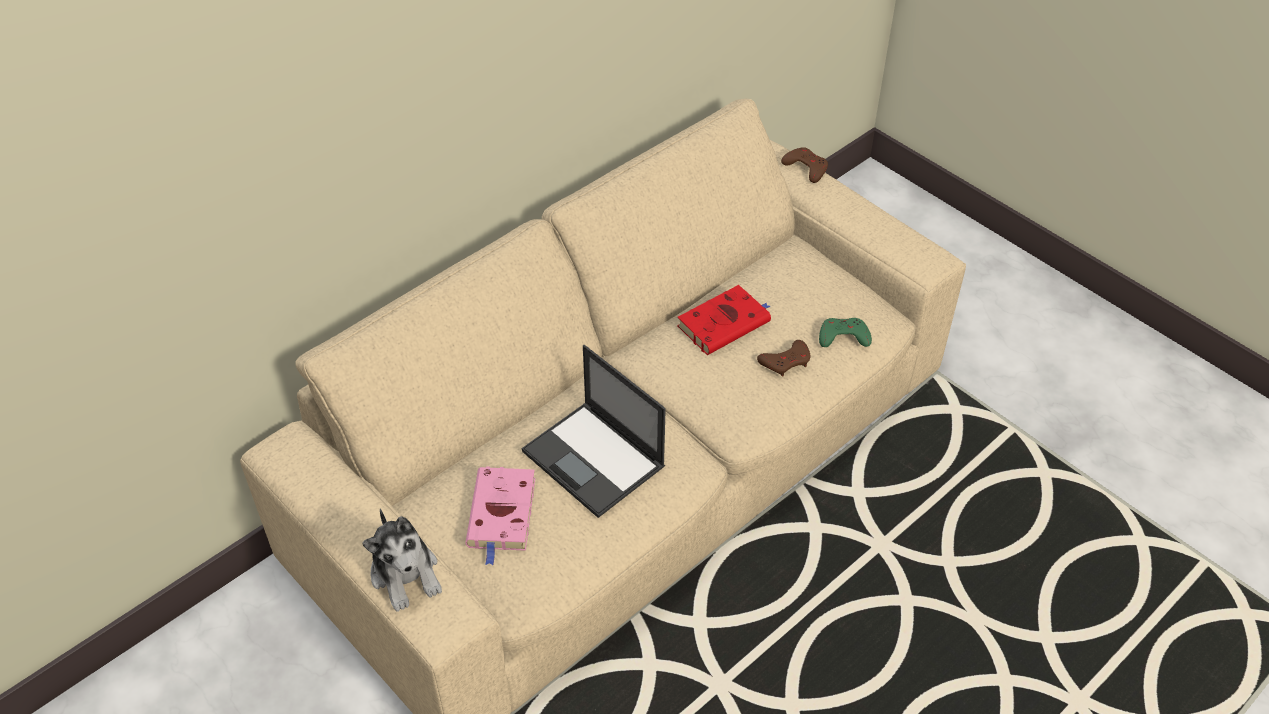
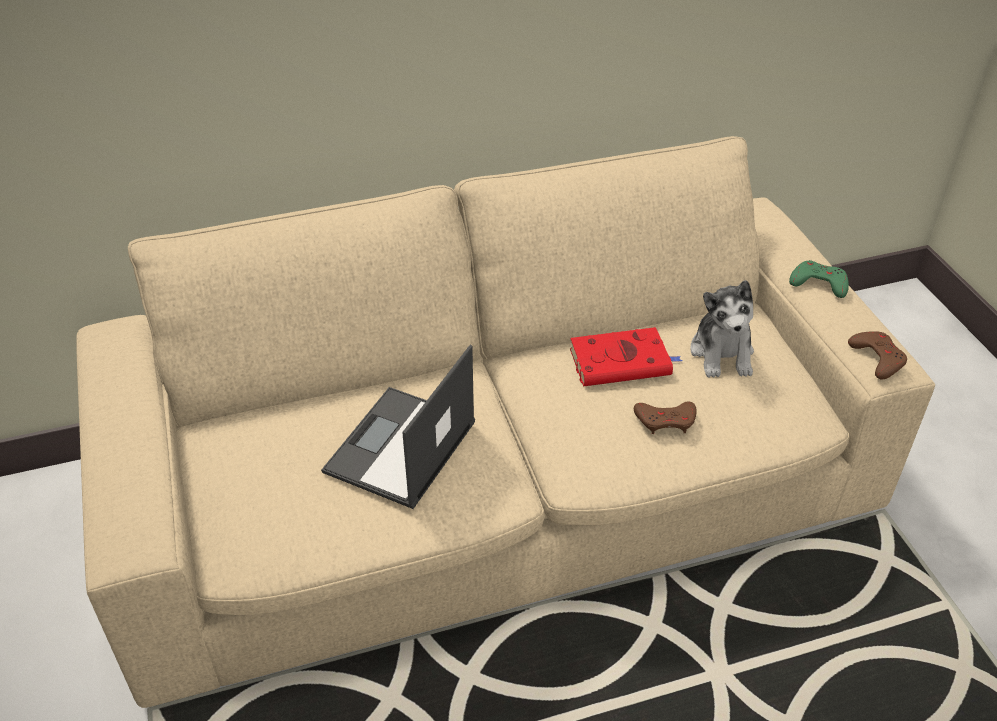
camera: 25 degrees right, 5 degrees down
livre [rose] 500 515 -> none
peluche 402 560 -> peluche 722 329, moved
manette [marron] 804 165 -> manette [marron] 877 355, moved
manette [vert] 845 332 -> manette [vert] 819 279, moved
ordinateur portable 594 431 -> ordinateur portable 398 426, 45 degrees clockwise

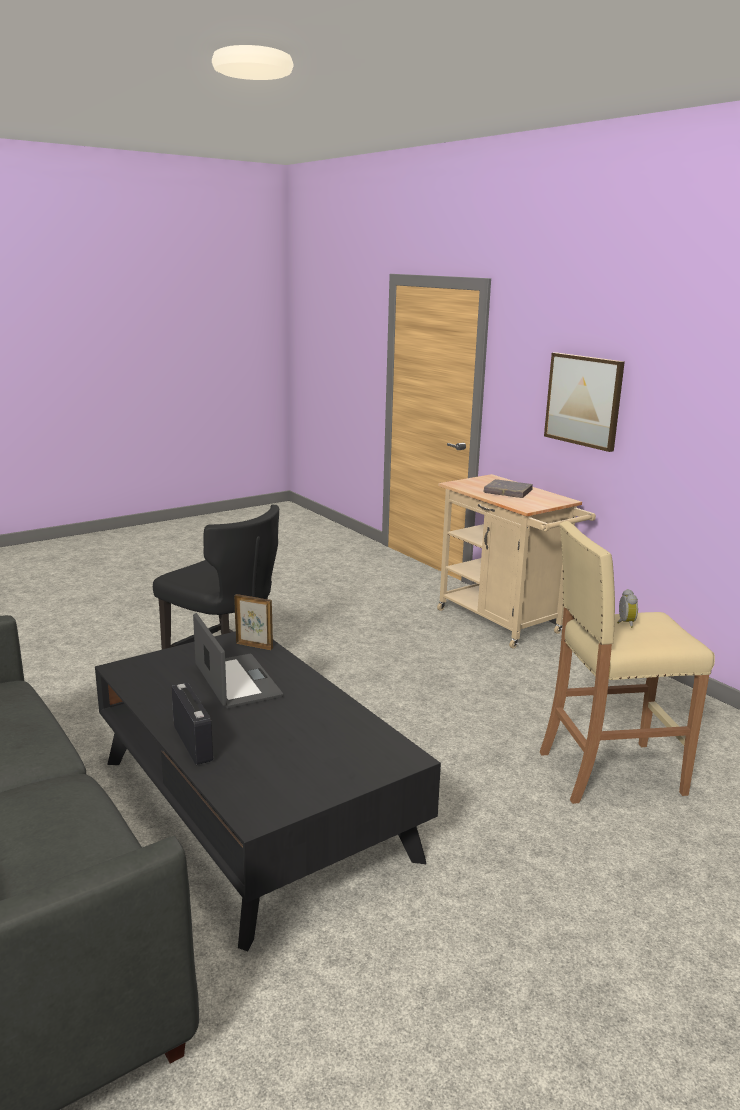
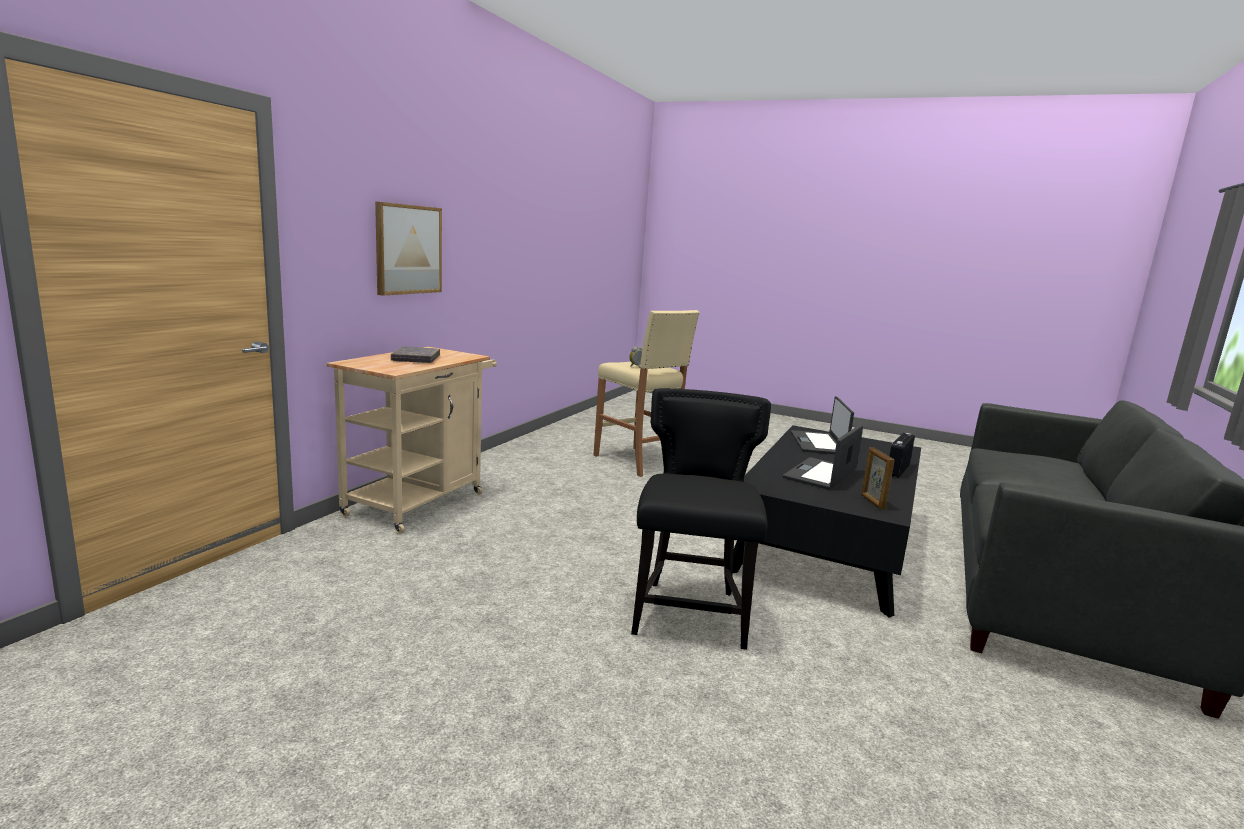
camera: 120 degrees left, 5 degrees down
none -> ordinateur portable 822 425
cadre photo 253 622 -> cadre photo 878 478, moved

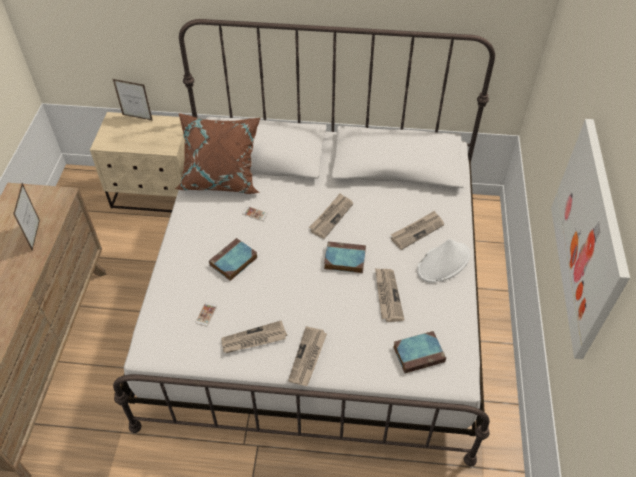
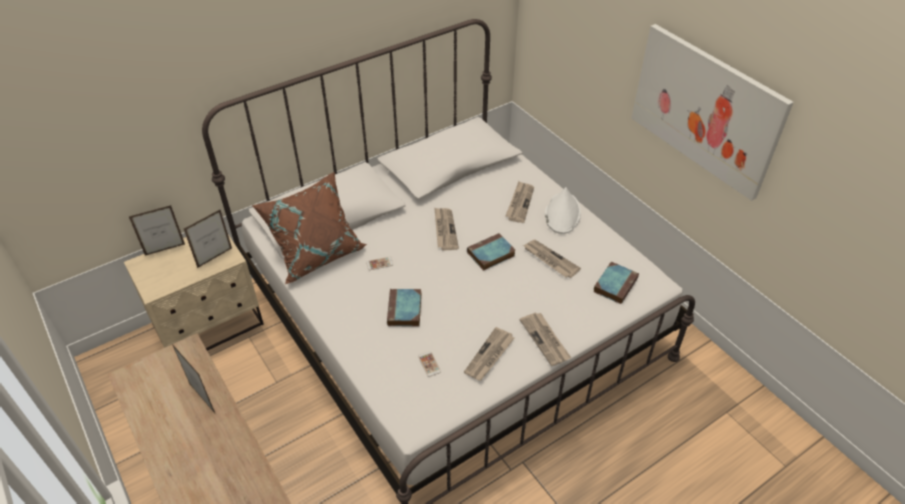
camera: 40 degrees left, 5 degrees down
none -> cadre photo 208 238

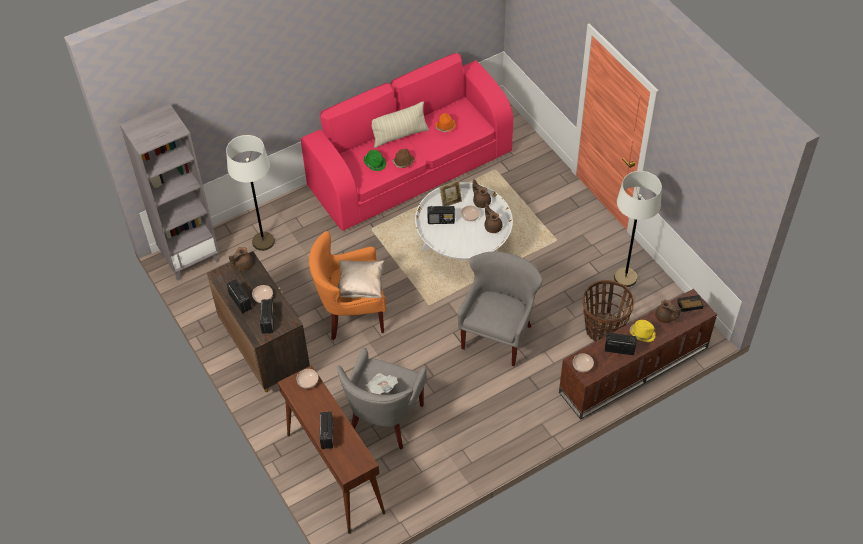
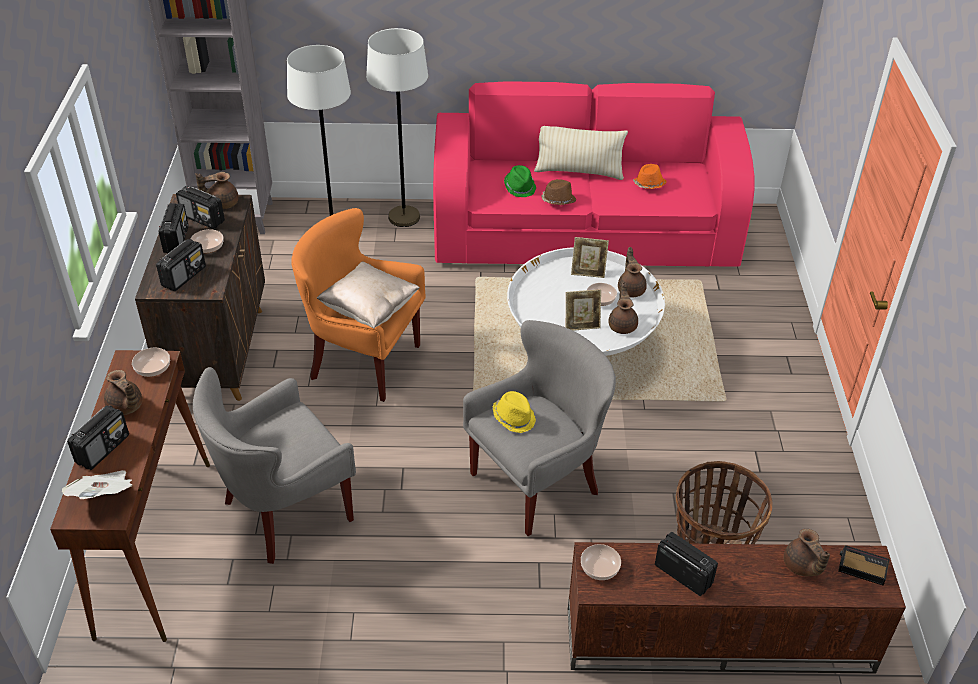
camera: 30 degrees right, 10 degrees down
none -> théière [marron] 123 392
none -> cadre photo 583 310
journal 381 383 -> journal 97 484, moved
radio 441 215 -> radio 200 207, moved
lampadaire [blanc] 638 229 -> lampadaire [blanc] 397 127, moved
chapeau [jaune] 643 331 -> chapeau [jaune] 514 412, moved

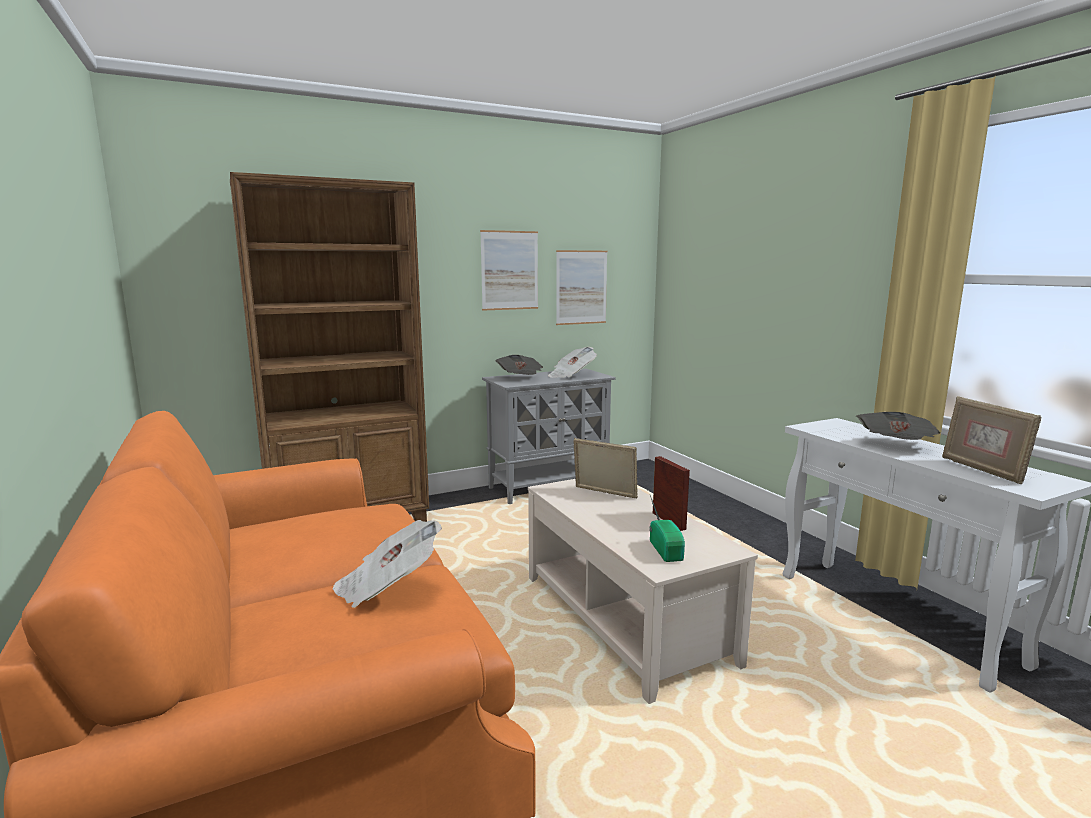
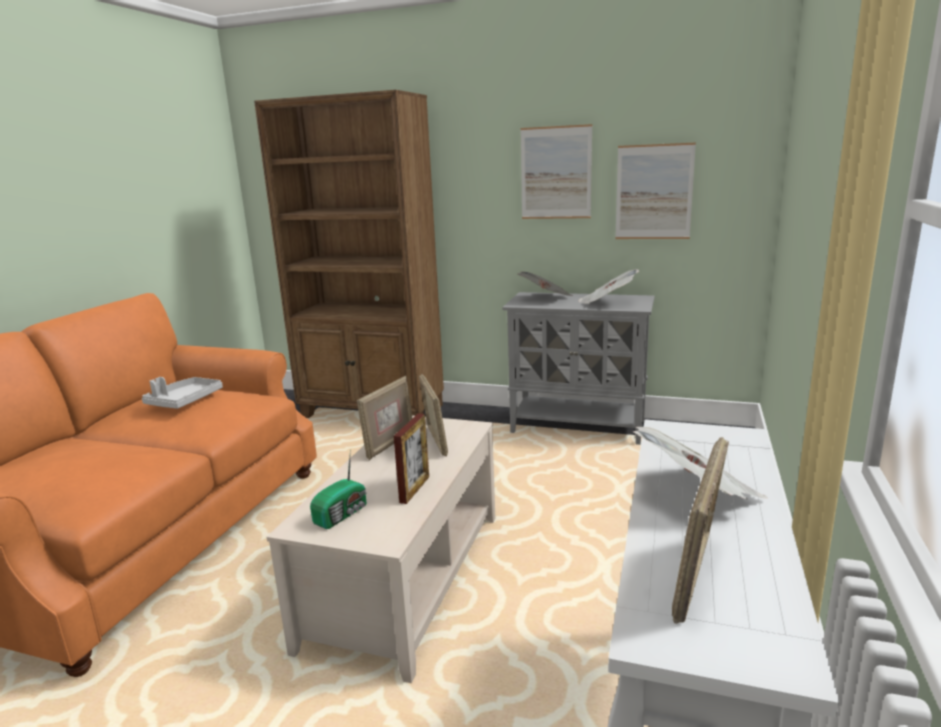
camera: 45 degrees right, 5 degrees up
journal 387 564 -> none
none -> plateau [gris] 182 393
none -> cadre photo 384 417

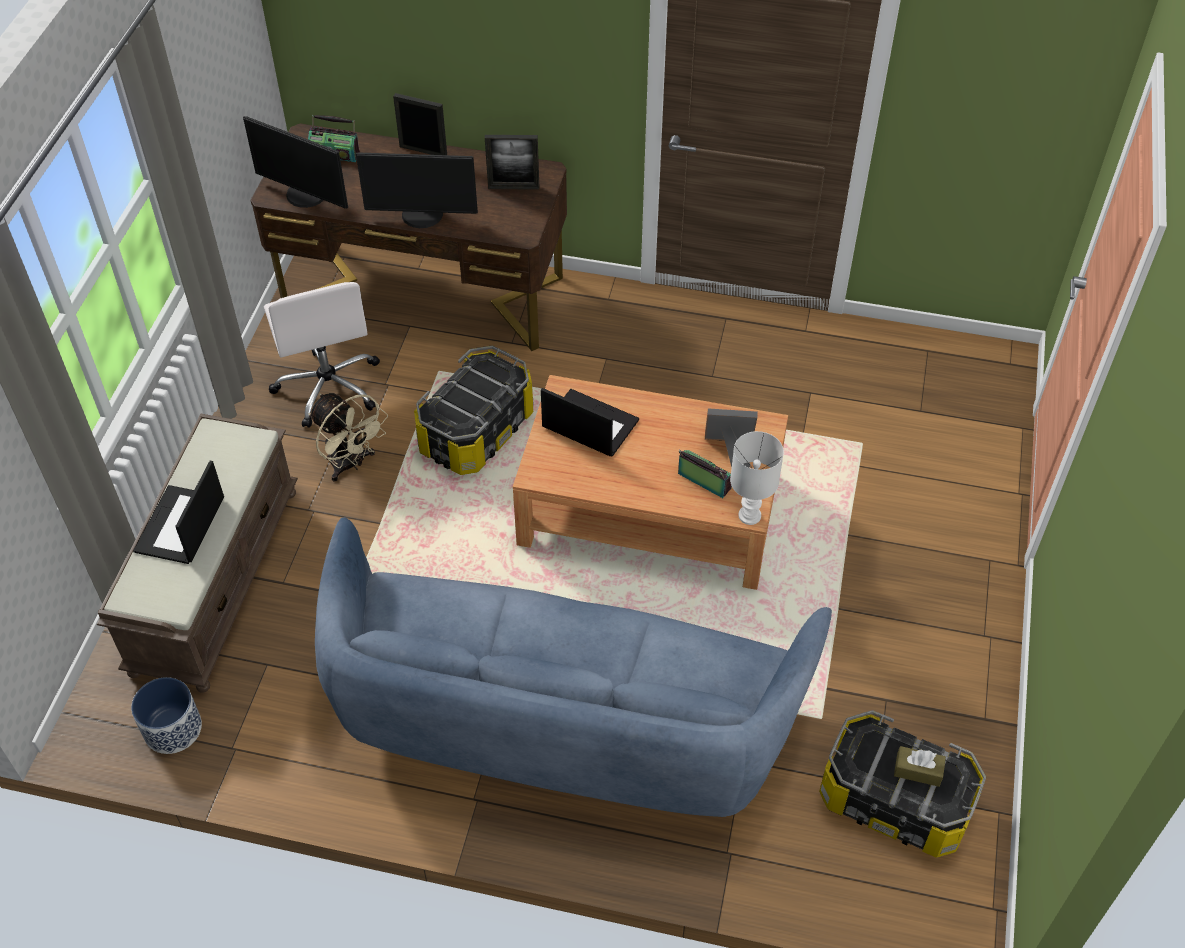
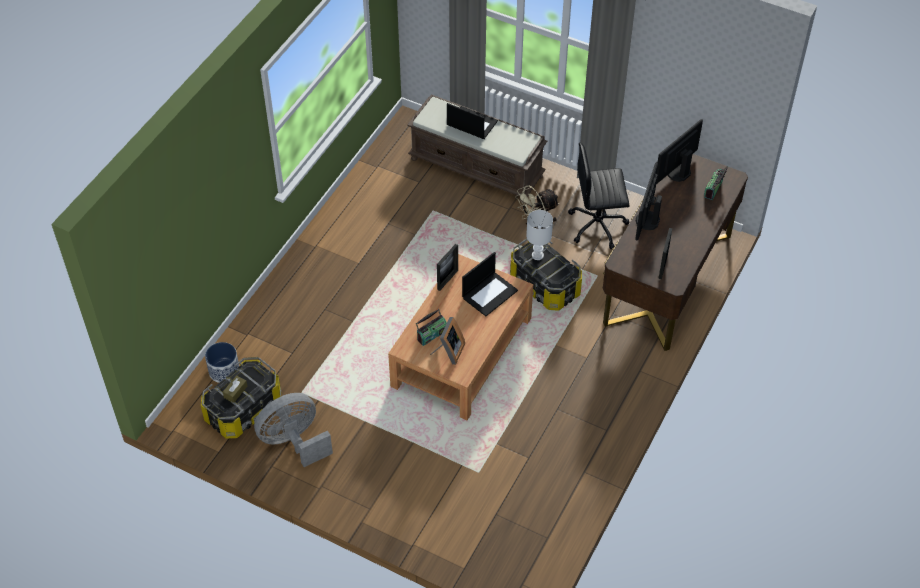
camera: 105 degrees right, 0 degrees up
canapé [bleu] 573 667 -> none
none -> ventilateur [gris] 293 430
cache-pot 166 715 -> cache-pot 222 362, moved
cadre photo 420 124 -> cadre photo 447 267, moved
lampe de table [blanc] 757 478 -> lampe de table [blanc] 539 235, moved
chaise de bureau [blanc] 322 355 -> chaise de bureau [noir] 599 196

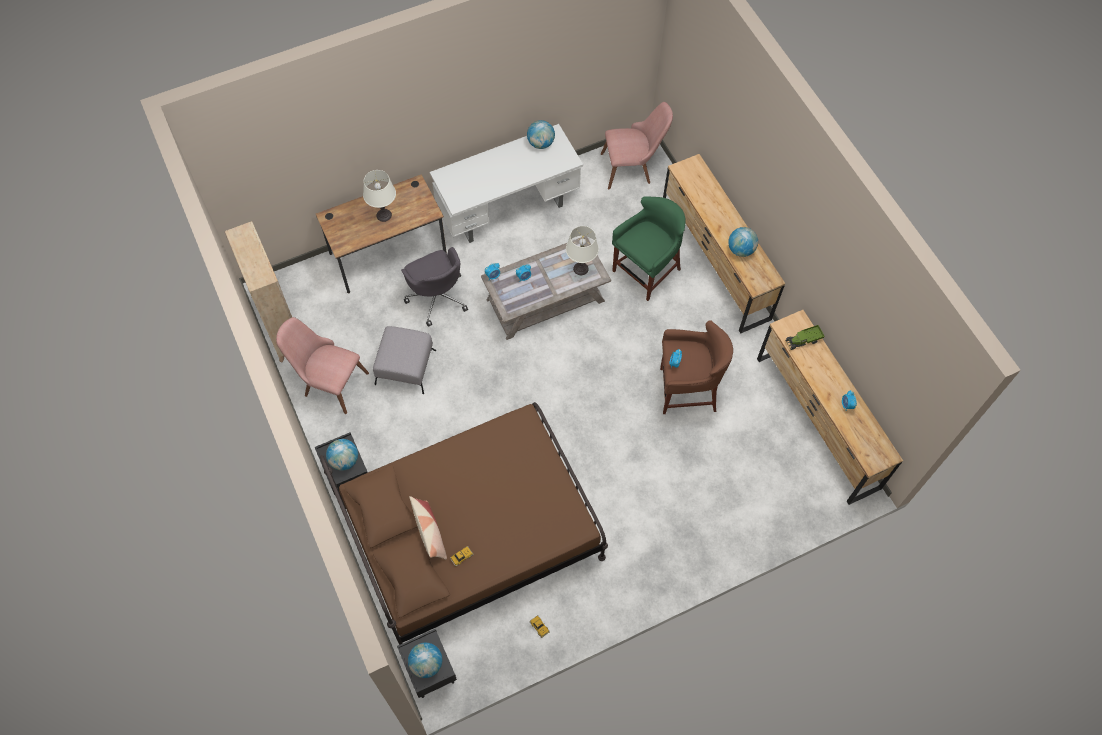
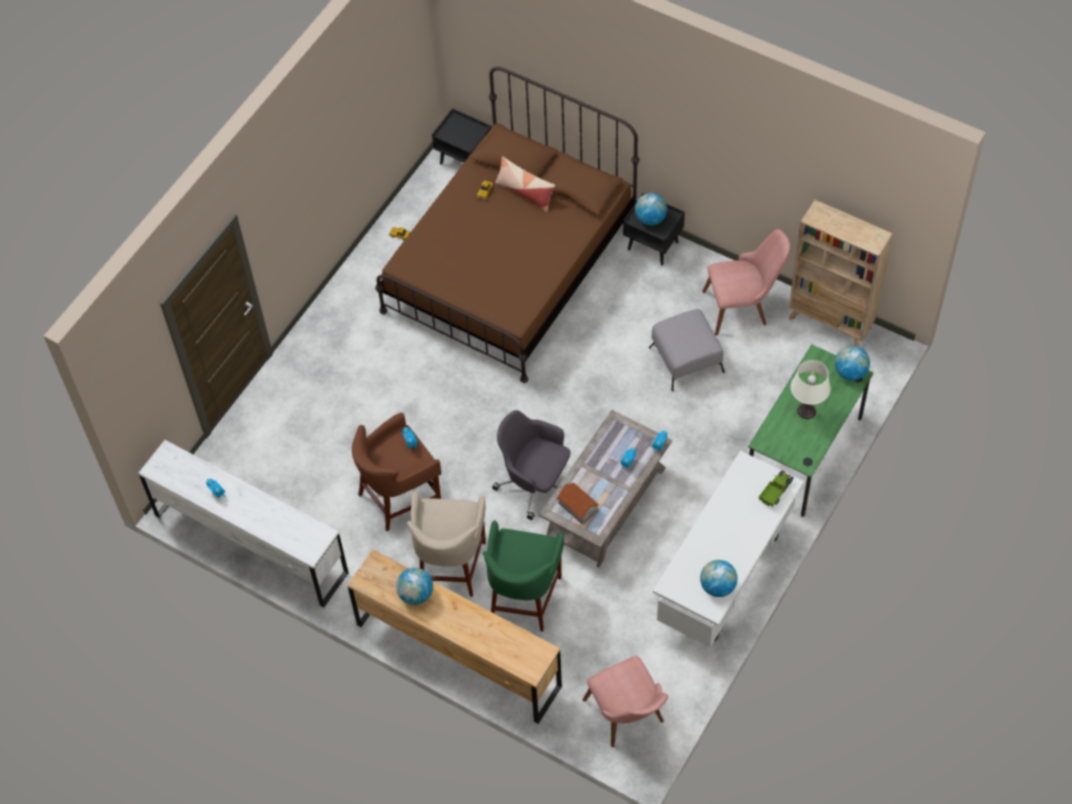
camera: 150 degrees right, 5 degrees down
none -> tabouret [beige] 446 544
chaise de bureau [gris] 434 287 -> chaise de bureau [gris] 531 465, moved
globe 425 660 -> globe 852 363, moved
camion jouet 804 337 -> camion jouet 776 489, moved
lampe de table [blanc] 582 250 -> maison miniature 578 503
bureau [marron] 381 233 -> bureau [vert] 811 430
commode [marron] 830 407 -> commode [blanc] 243 523
chaise [rose] 637 145 -> chaise [rose] 625 701, 75 degrees counterclockwise

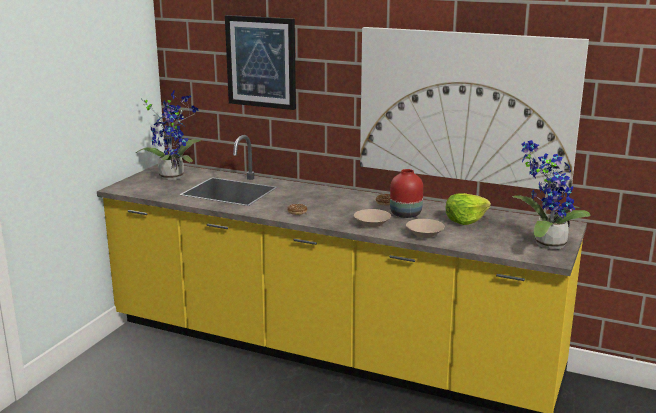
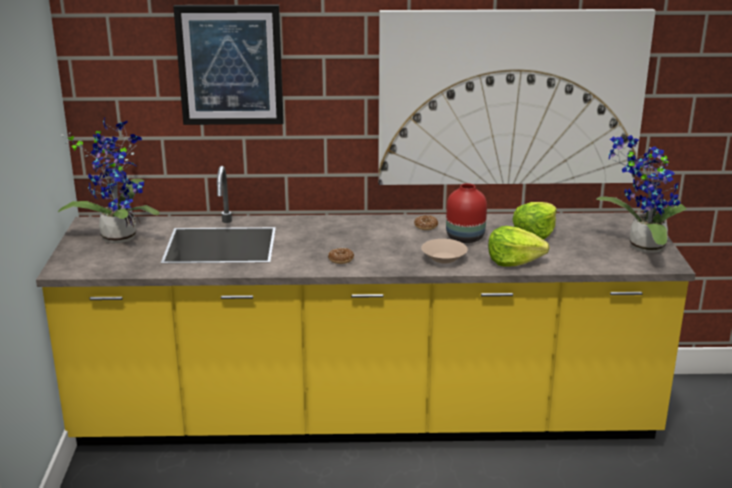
camera: 25 degrees left, 5 degrees up
bol [beige] 425 228 -> laitue 519 246

